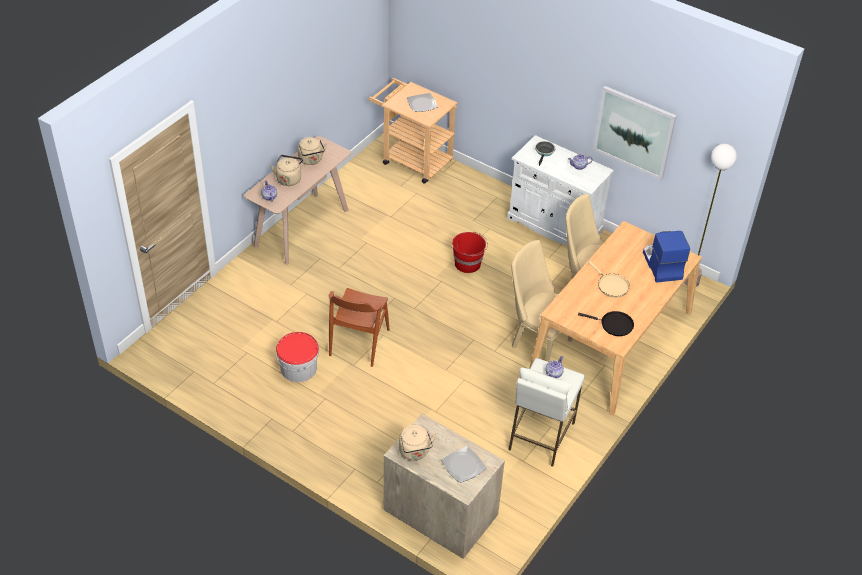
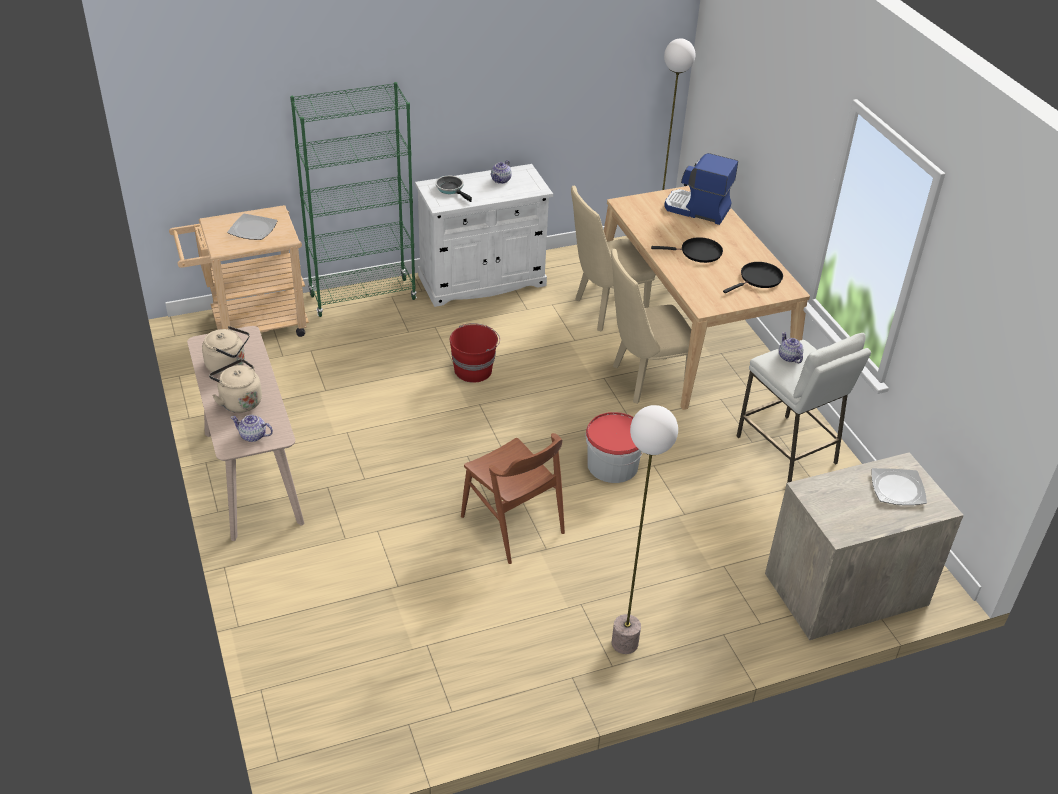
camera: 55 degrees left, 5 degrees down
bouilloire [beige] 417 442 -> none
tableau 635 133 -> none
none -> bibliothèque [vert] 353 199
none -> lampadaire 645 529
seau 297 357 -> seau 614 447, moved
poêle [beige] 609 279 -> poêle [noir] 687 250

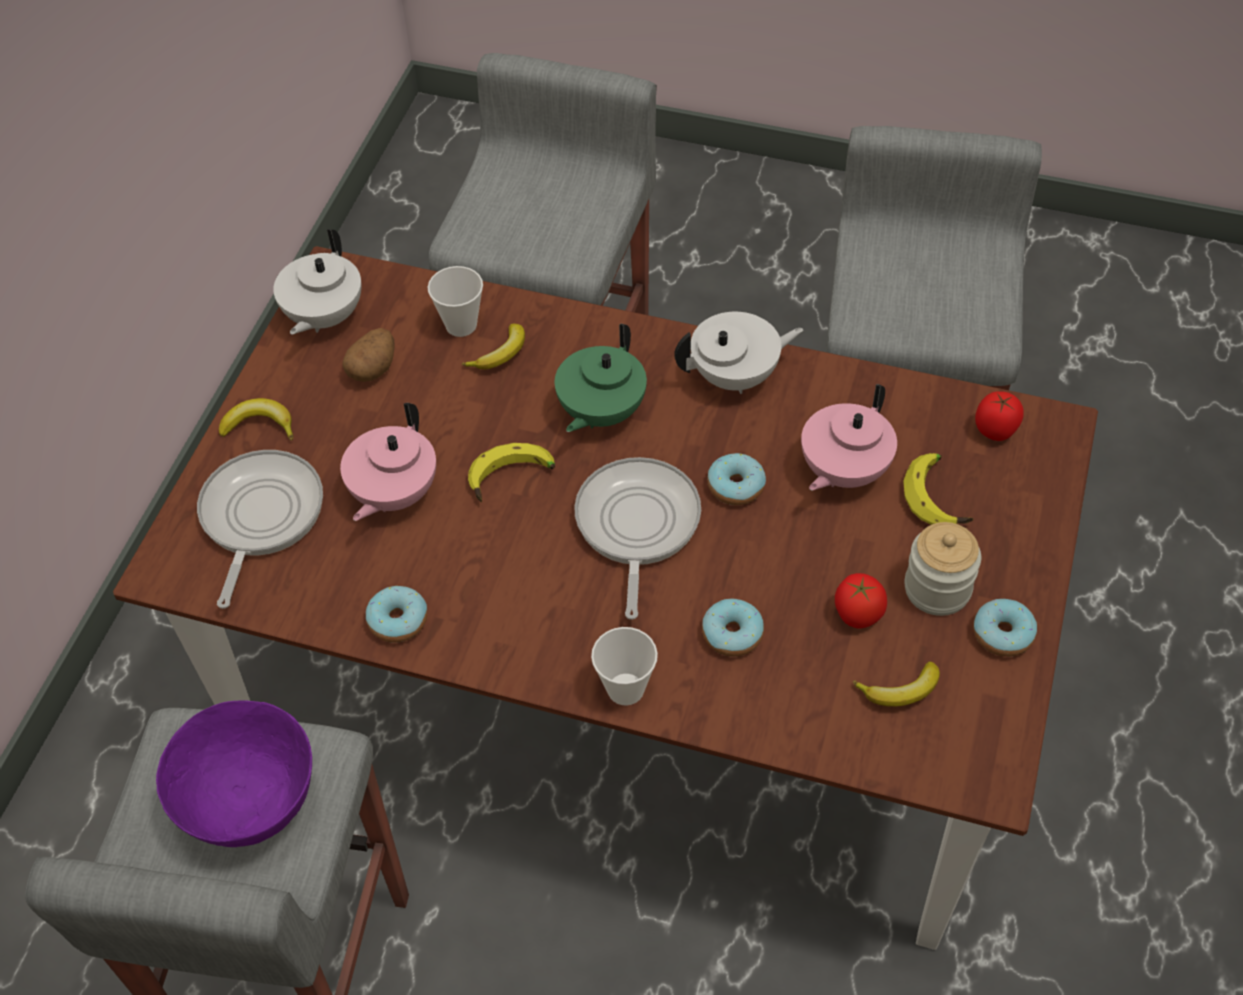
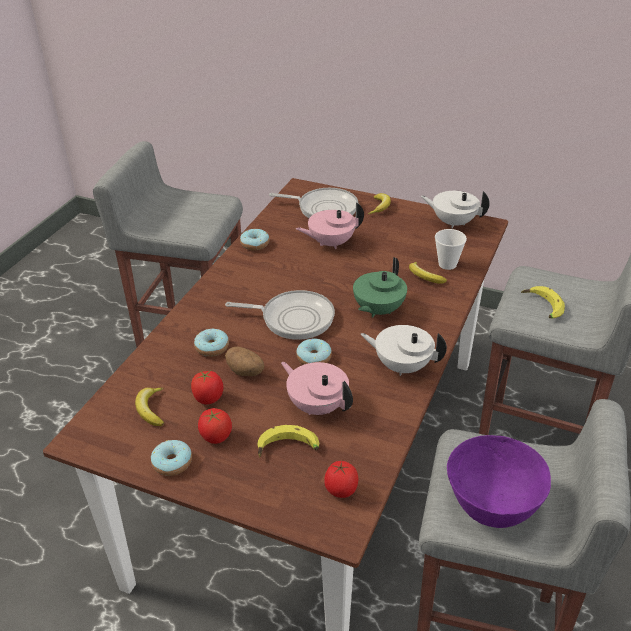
camera: 95 degrees right, 15 degrees down
tasse 624 666 -> none
bol [violet] 234 773 -> bol [violet] 499 481, moved
pomme de terre 368 355 -> pomme de terre 244 361, moved
banane 511 473 -> banane 543 302, moved
bocal 942 569 -> tomate 215 426
théière [rose] 388 462 -> théière [rose] 330 225, 45 degrees counterclockwise
théière [vert] 601 378 -> théière [vert] 380 287, 90 degrees counterclockwise
théière [blanc] 738 353 -> théière [blanc] 403 350, 120 degrees clockwise

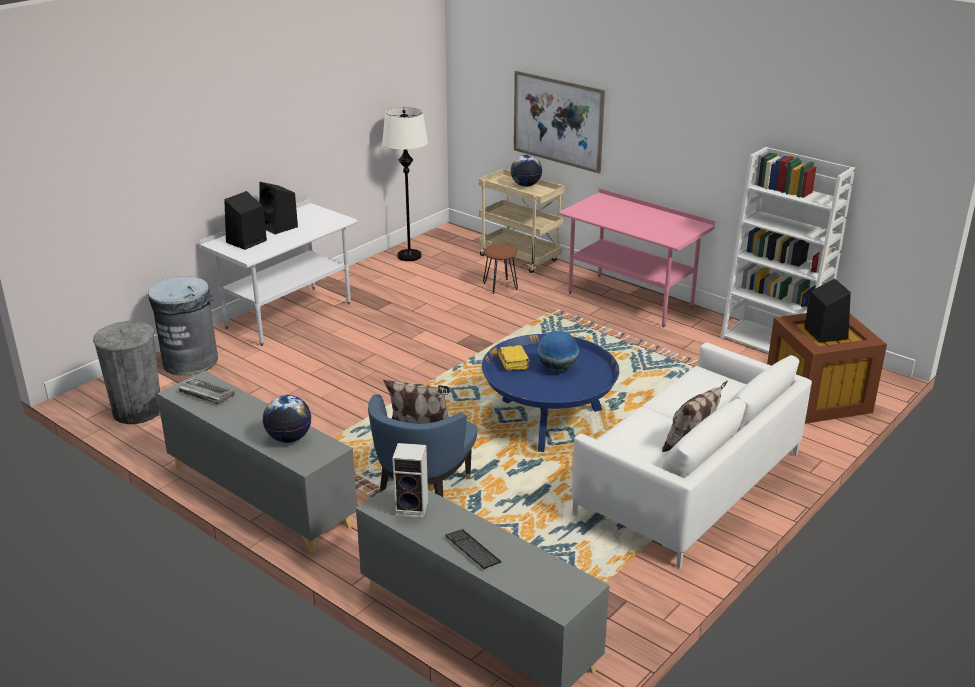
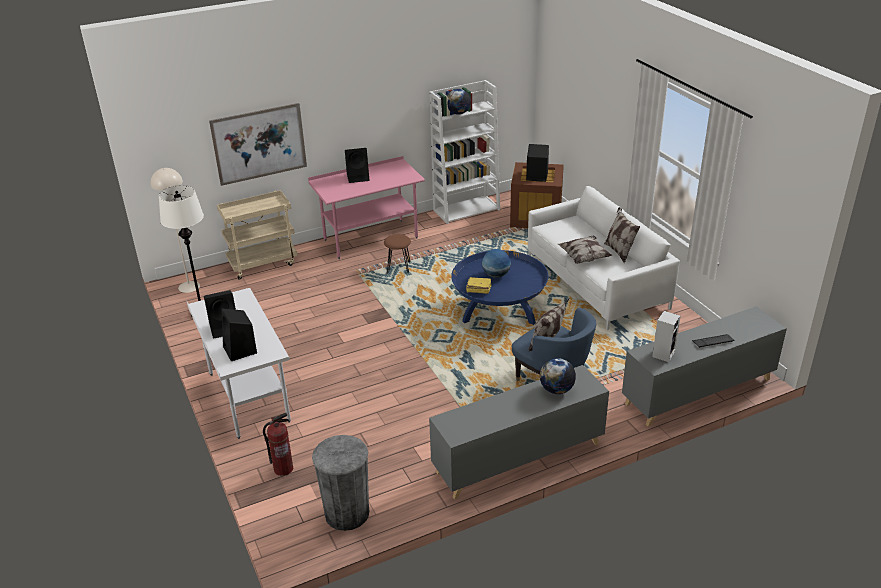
camera: 65 degrees left, 5 degrees up
clavier 207 391 -> none
none -> lampadaire [beige] 175 230
none -> enceinte [noir] 357 165
none -> coussin 585 250
tabouret [marron] 500 269 -> tabouret [marron] 397 253, moved
globe 526 171 -> globe 459 102, moved
poubelle [gris] 183 326 -> extincteur 278 444

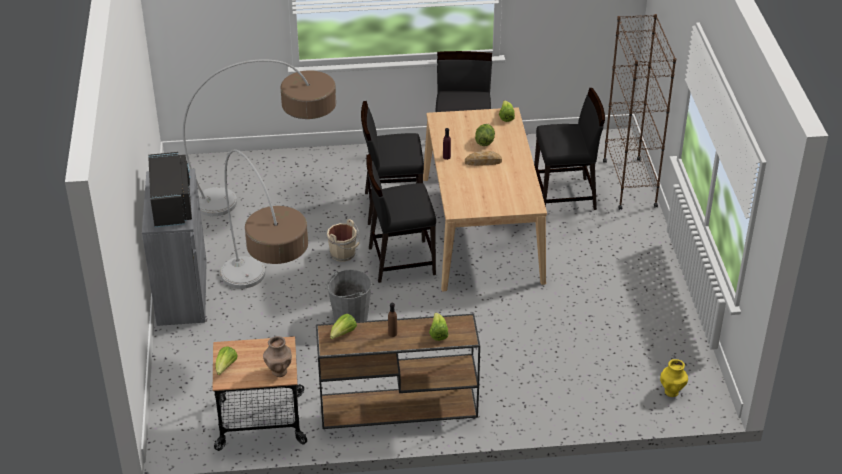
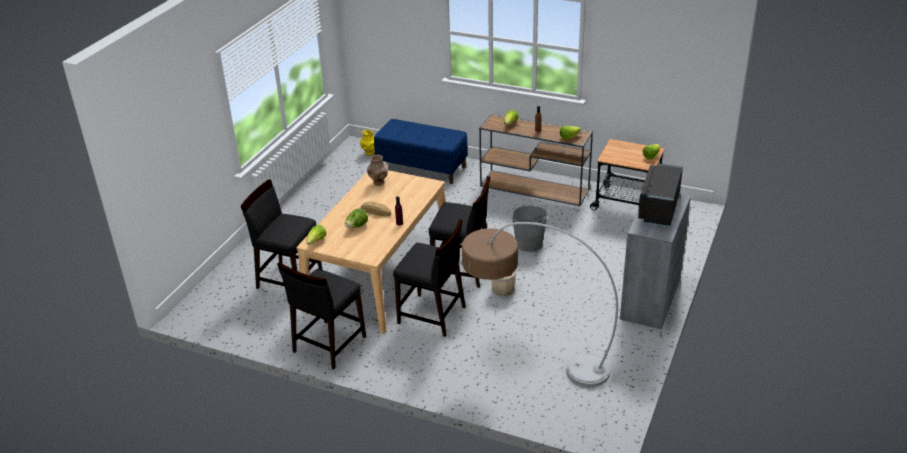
camera: 150 degrees left, 5 degrees down
lampadaire 264 219 -> none
bibliothèque [marron] 639 112 -> none
none -> banc [bleu] 421 151
vase [marron] 277 356 -> vase [marron] 377 170, moved

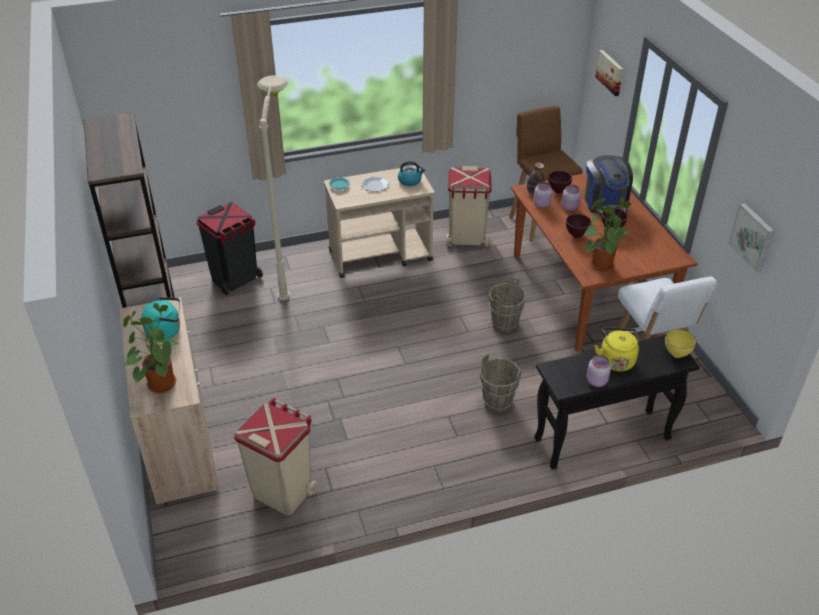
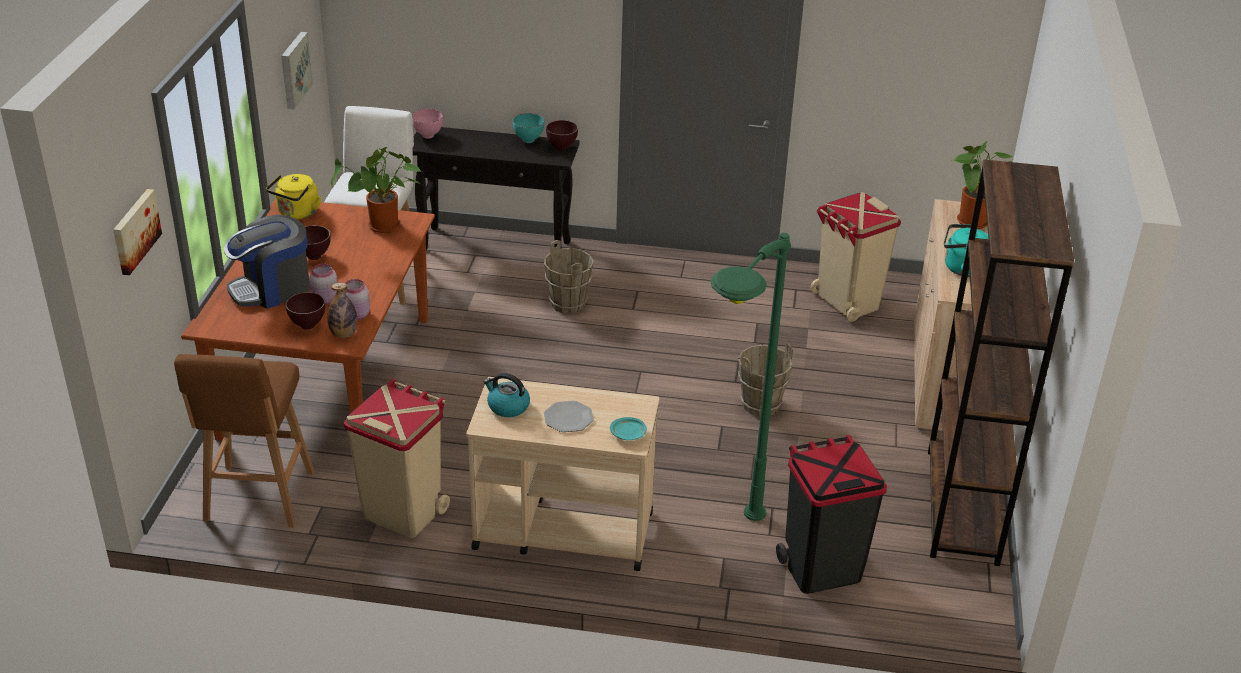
camera: 155 degrees left, 5 degrees down
seau [marron] 508 304 -> seau [marron] 765 380, moved
bol [marron] 579 226 -> bol [marron] 562 135, moved
bouilloire [jaune] 616 350 -> bouilloire [jaune] 293 197, moved
bocal [rose] 599 371 -> bol [turquoise] 528 128
lampadaire [beige] 274 187 -> lampadaire [vert] 750 377
bol [jaune] 680 343 -> bol [rose] 427 123
machine à café 609 186 -> machine à café 267 262, 135 degrees counterclockwise

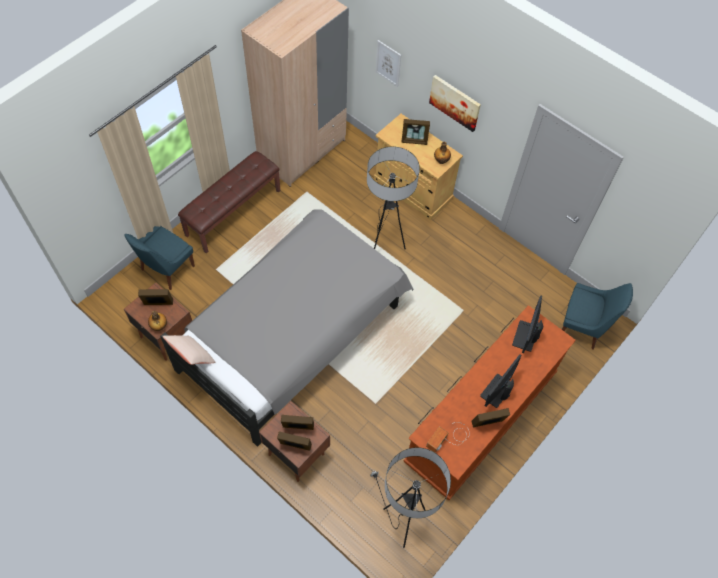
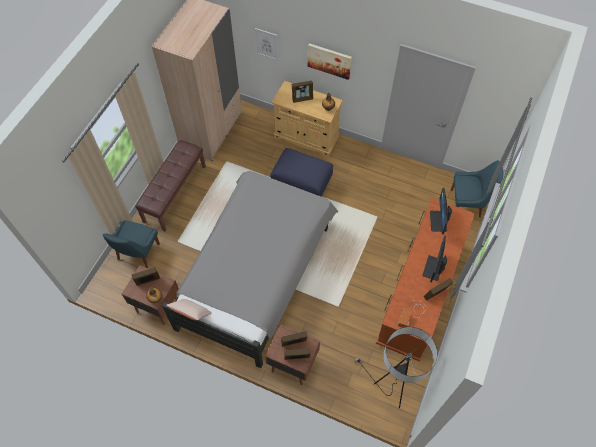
camera: 15 degrees left, 0 degrees up
lampadaire 393 197 -> pouf [bleu] 301 172

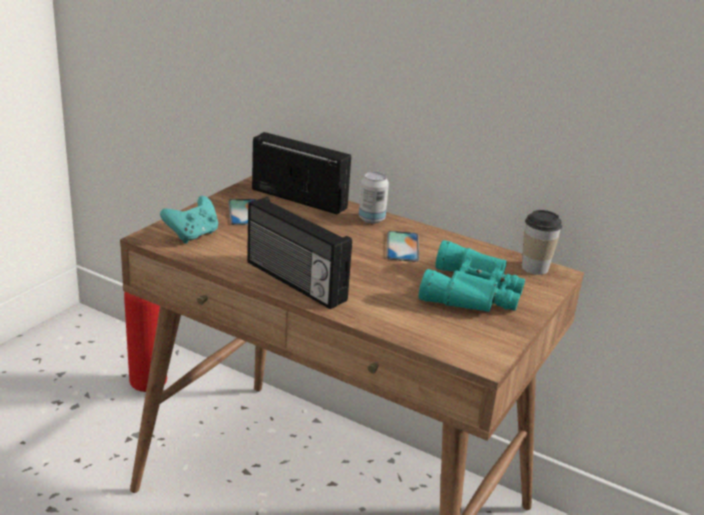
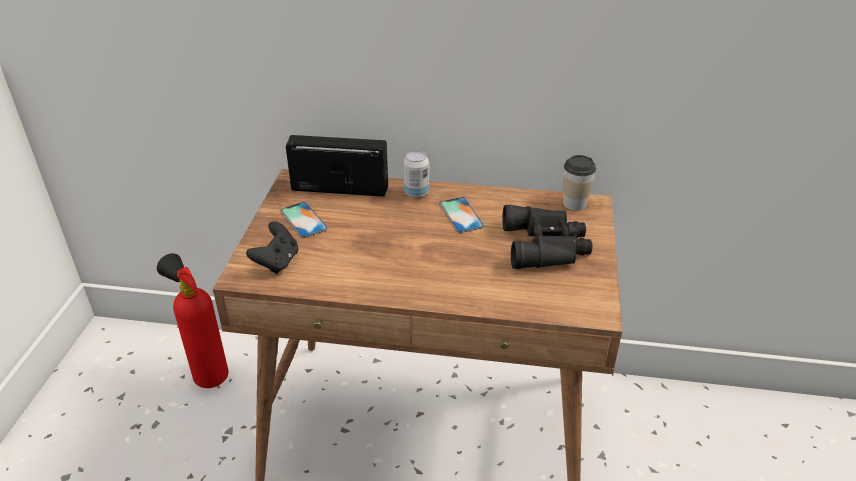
camera: 20 degrees left, 10 degrees up
radio 299 253 -> none
manette [turquoise] 189 219 -> manette [noir] 272 247
jumelles [turquoise] 472 276 -> jumelles [noir] 547 237

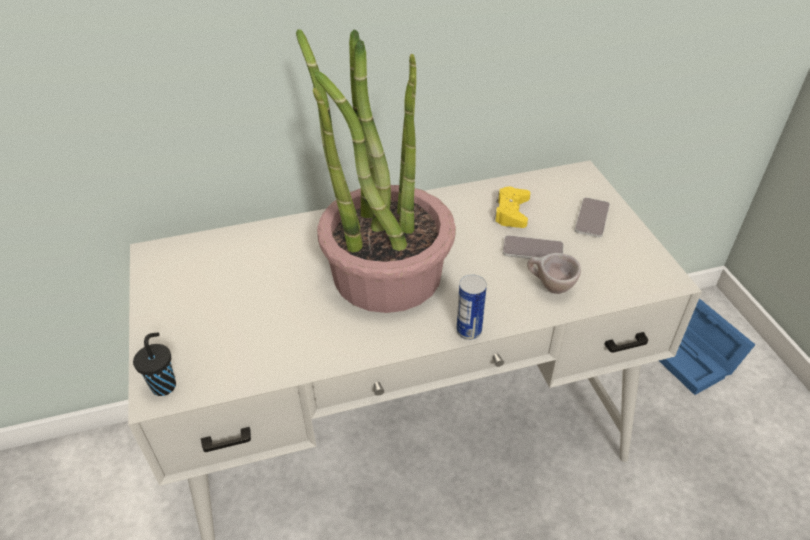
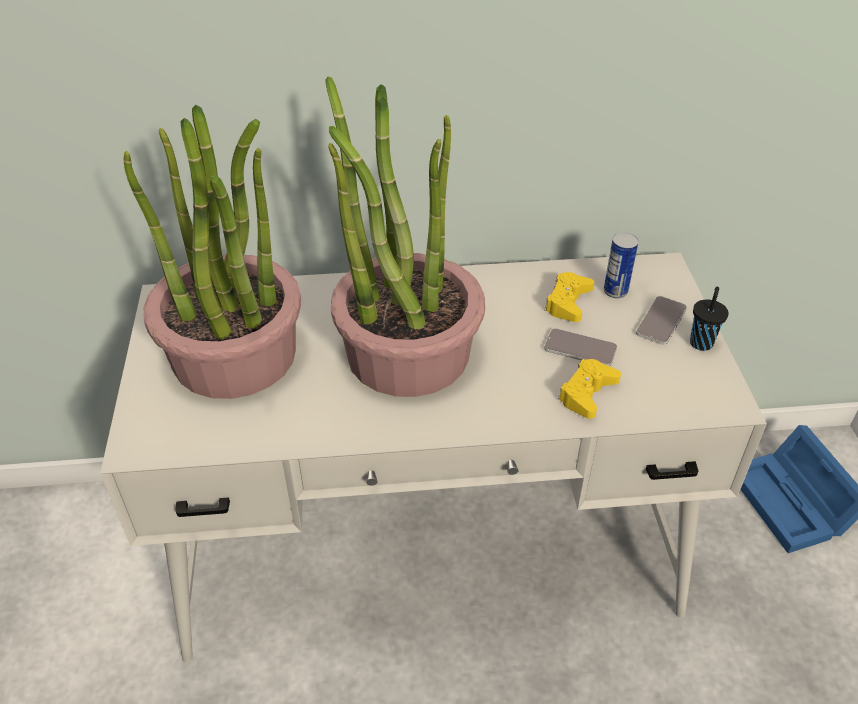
camera: 10 degrees right, 0 degrees up
none -> plante en pot 212 252
tasse [noir] 154 364 -> tasse [noir] 709 319, moved
boîte métallique 471 307 -> boîte métallique 621 265, moved
tasse [beige] 554 273 -> manette [jaune] 589 389

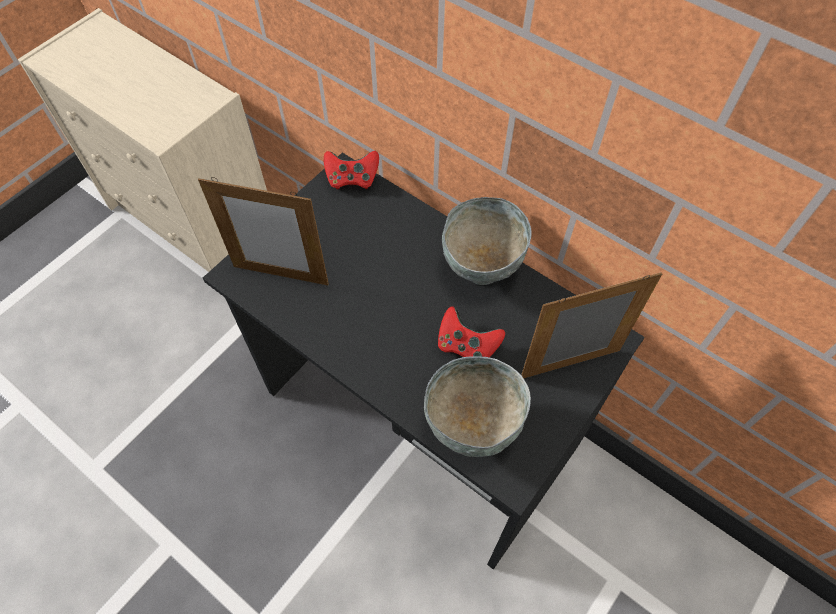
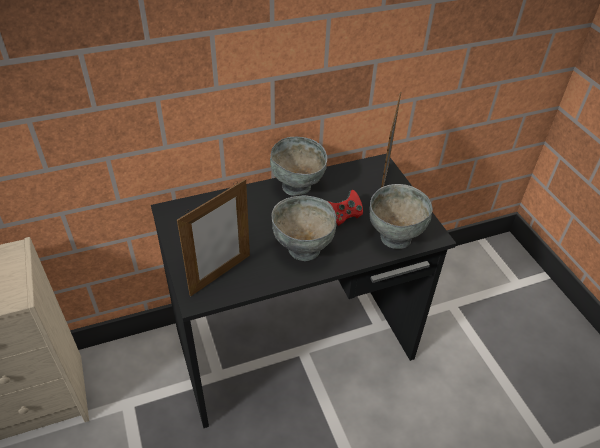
camera: 60 degrees left, 15 degrees down
manette [rouge] 351 170 -> none
none -> bol [gris] 304 228

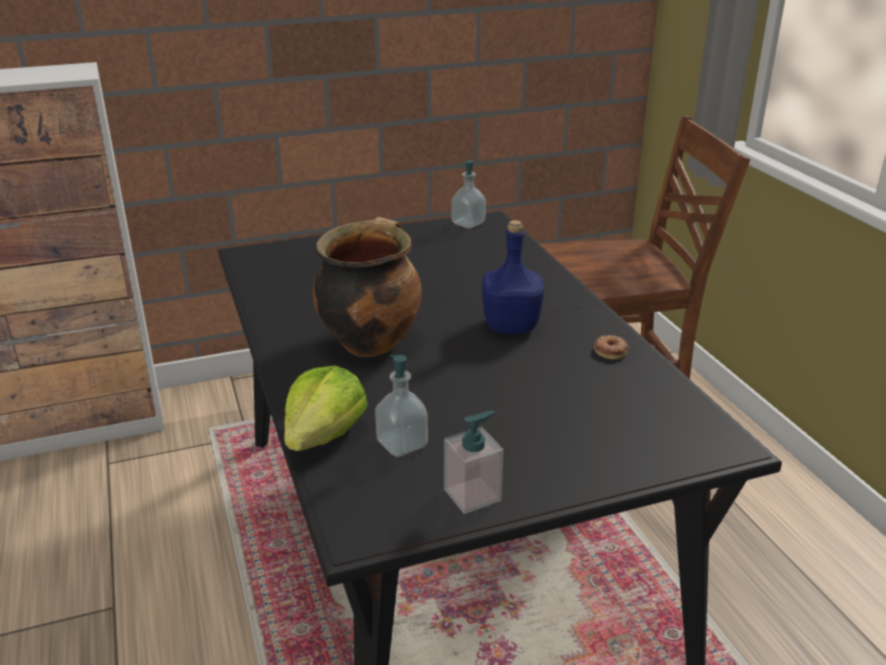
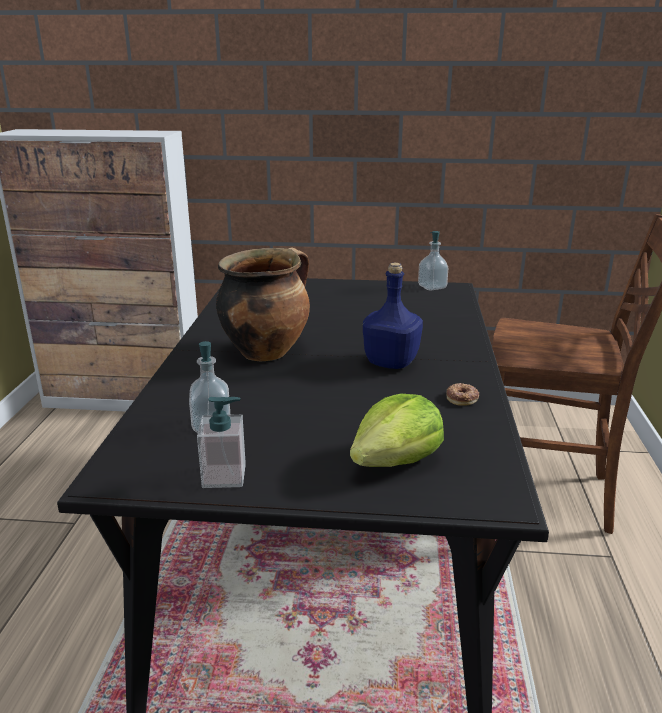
camera: 25 degrees right, 5 degrees down
laitue 326 408 -> laitue 397 430, moved

